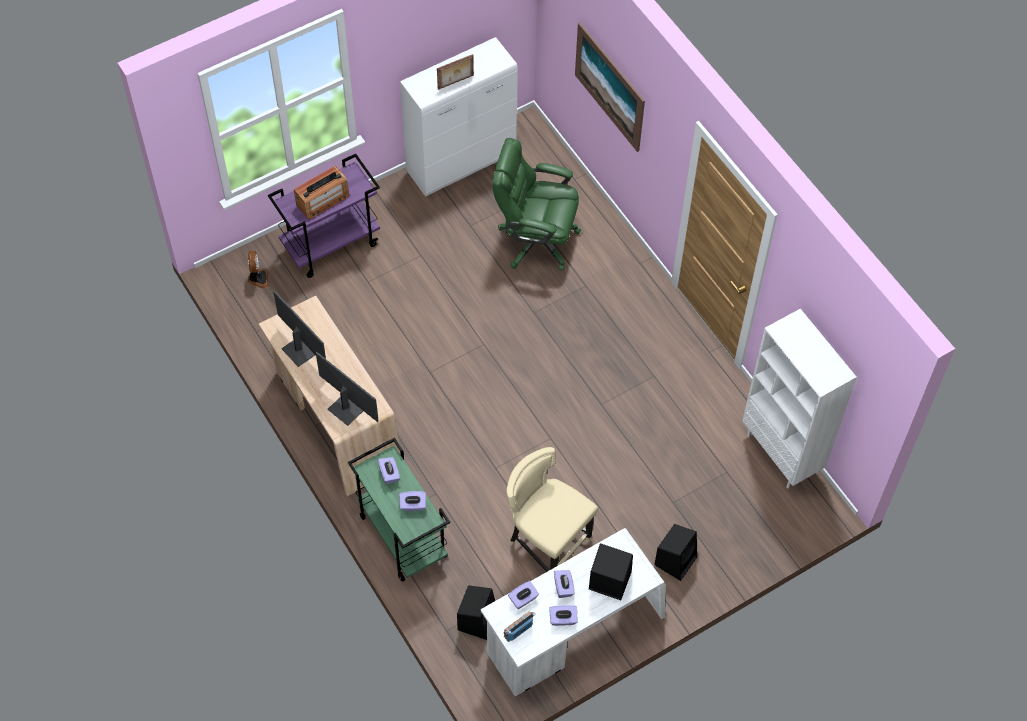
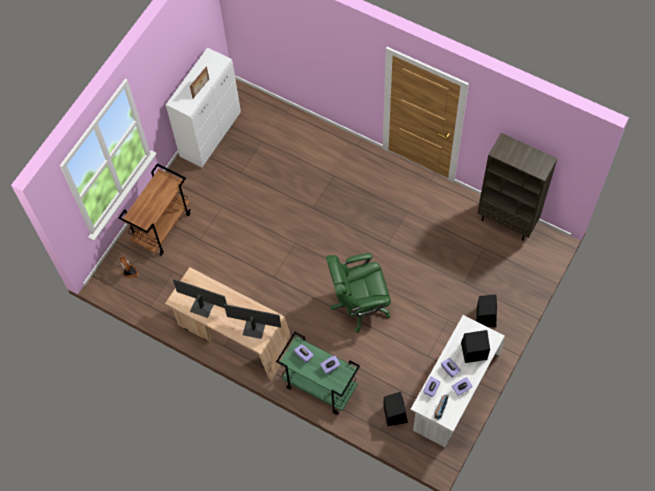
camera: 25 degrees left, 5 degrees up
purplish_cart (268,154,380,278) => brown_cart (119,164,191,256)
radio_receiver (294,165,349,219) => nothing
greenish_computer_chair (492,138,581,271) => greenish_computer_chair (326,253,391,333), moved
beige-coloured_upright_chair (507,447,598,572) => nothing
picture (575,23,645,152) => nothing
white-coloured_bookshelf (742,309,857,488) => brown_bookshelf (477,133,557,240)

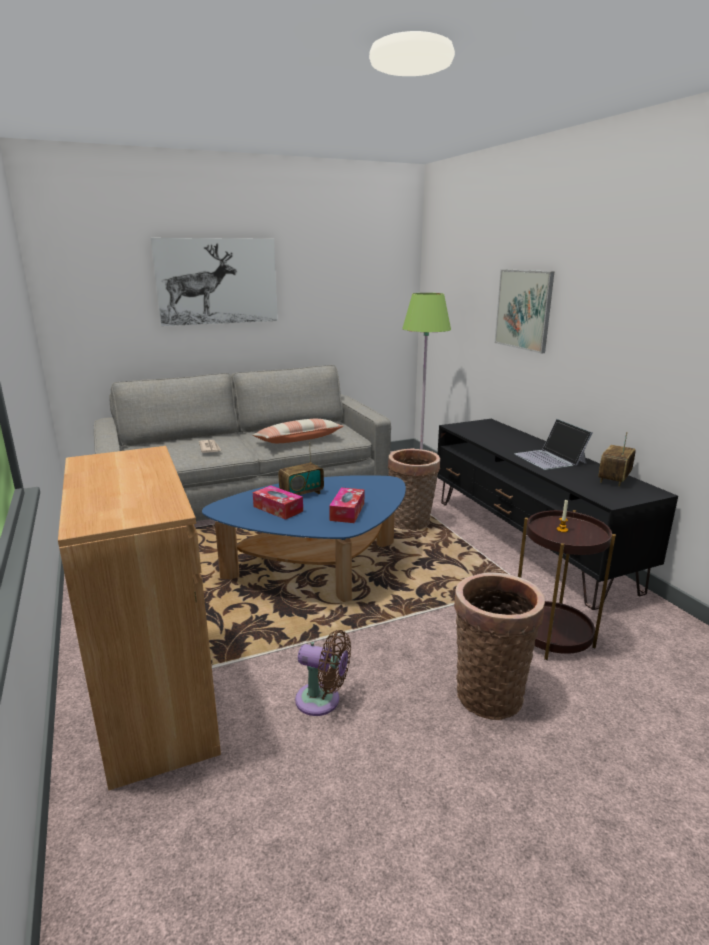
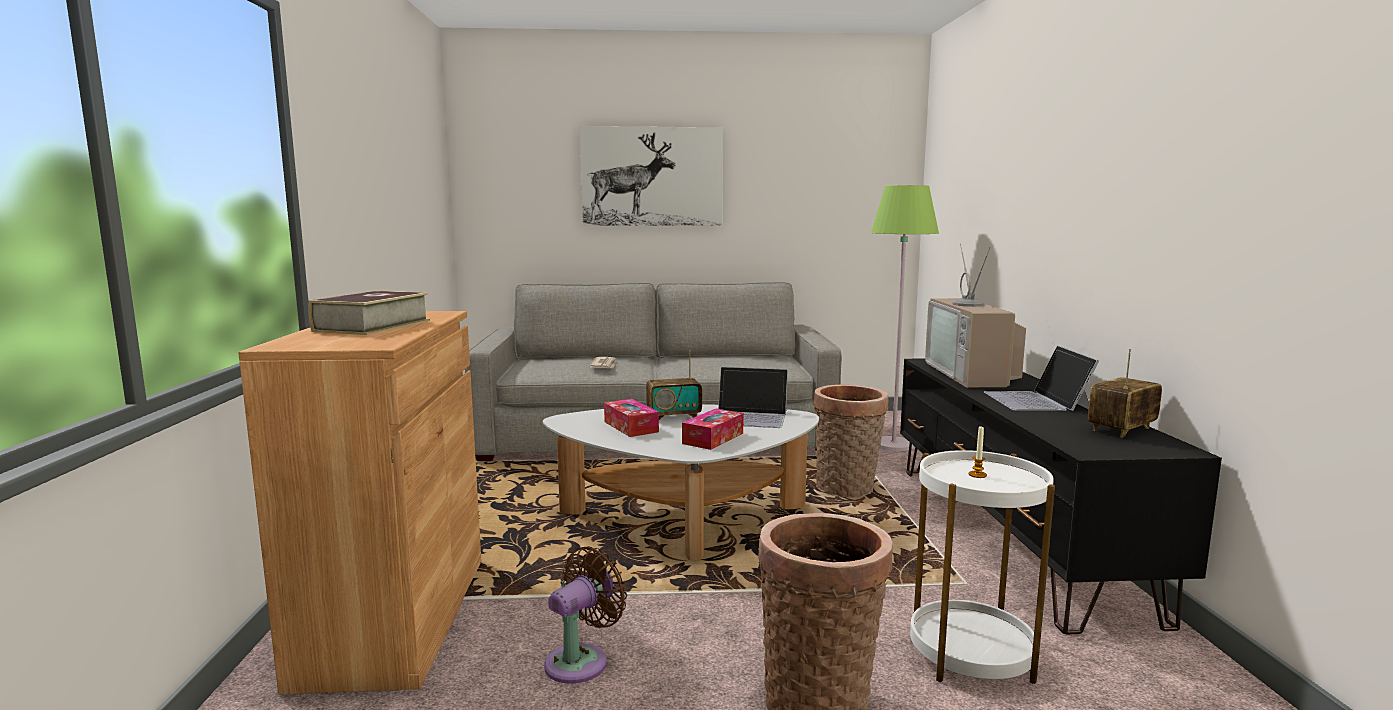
camera: 20 degrees right, 10 degrees down
blue_low_table (202,475,406,602) => white-coloured_low_table (543,404,819,560)
throw_pillow (253,419,344,443) => nothing
brown_fan (295,630,351,716) => brown_fan (544,546,627,684), 90 degrees counterclockwise
picture (495,269,554,354) => nothing
brown_end_table (518,510,616,660) => white-coloured_end_table (910,450,1055,684)
nothing => book (308,291,430,335)
nothing => notebook_computer (718,367,788,428)
nothing => TV_set (925,243,1026,388)

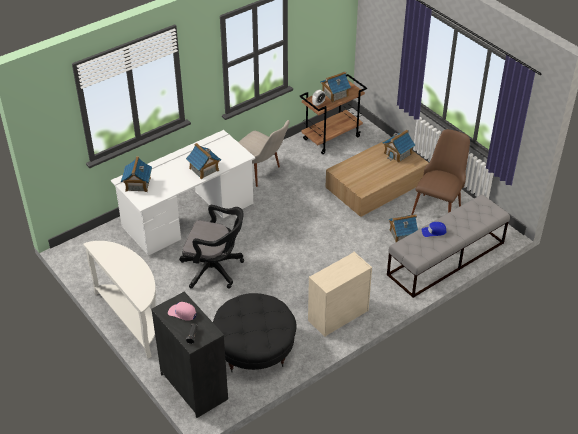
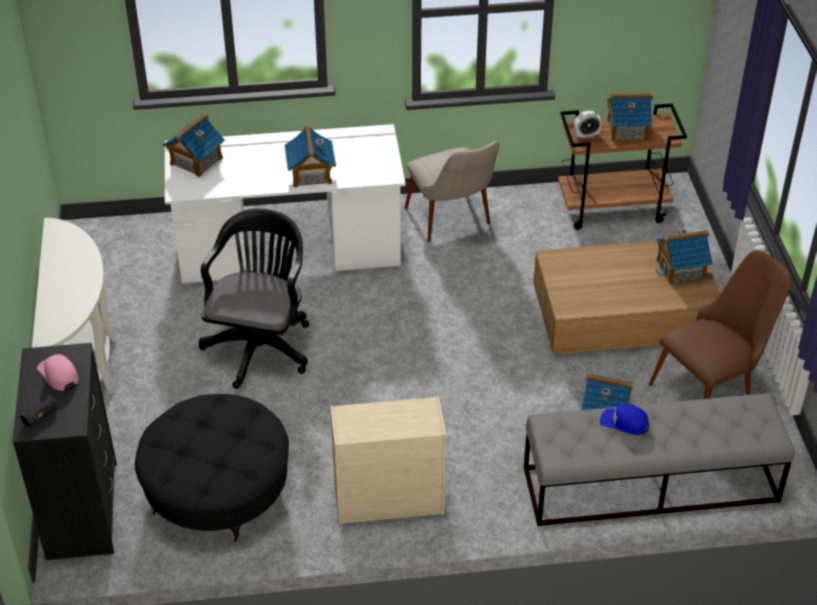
camera: 30 degrees right, 0 degrees up
black_computer_chair (179,205,244,289) => black_computer_chair (199,208,309,389), 120 degrees counterclockwise

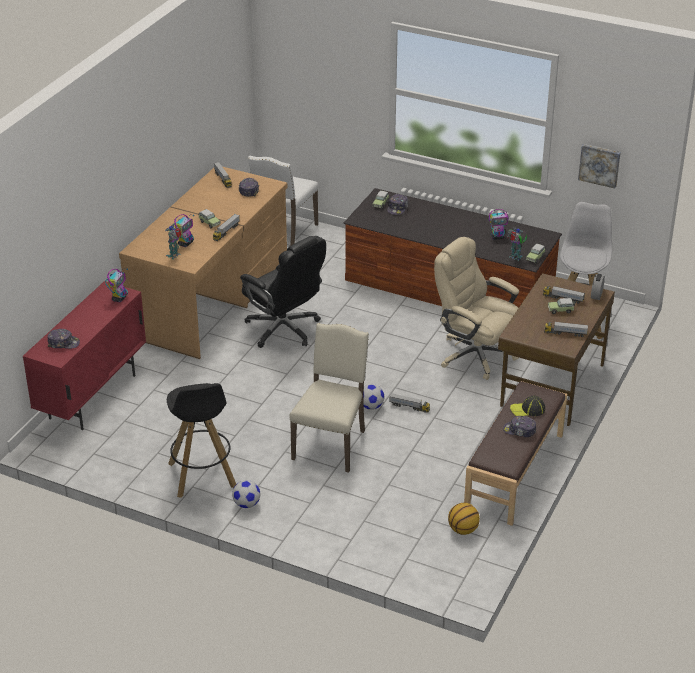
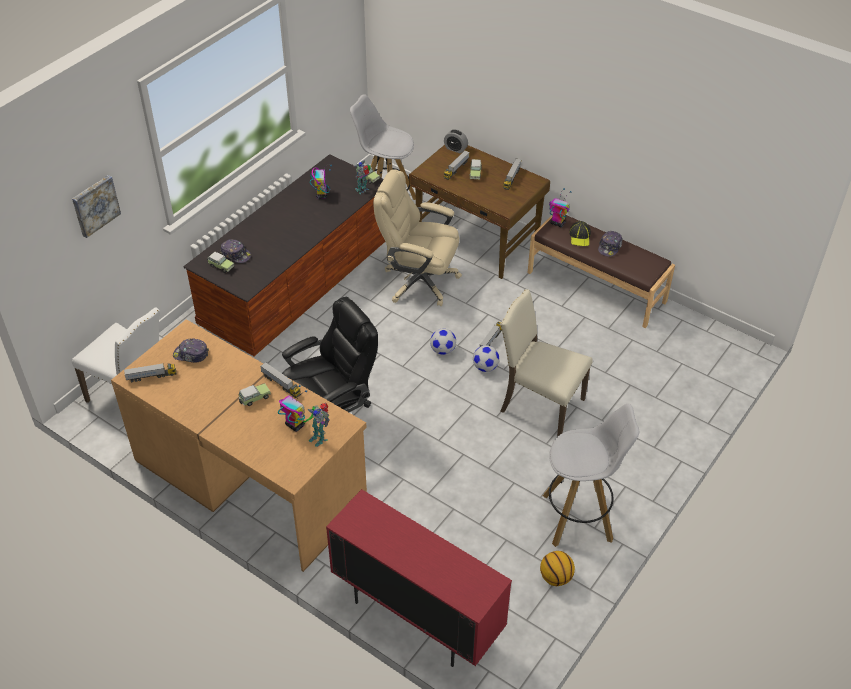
camera: 80 degrees left, 10 degrees up
cap (47,329,80,349) => nothing
robot_figure (105,268,128,302) => robot_figure (549,188,572,227), moved
black_sitting_stool (167,383,236,498) => white-coloured_sitting_stool (543,404,639,547)
football_ball (232,480,261,508) => football_ball (430,329,456,355), moved
beige-coloured_computer_chair (434,237,519,380) => beige-coloured_computer_chair (373,170,462,306), 60 degrees clockwise
basketball (448,503,480,535) => basketball (540,551,575,586), moved
picture (578,144,621,188) => picture (72,175,121,238), moved

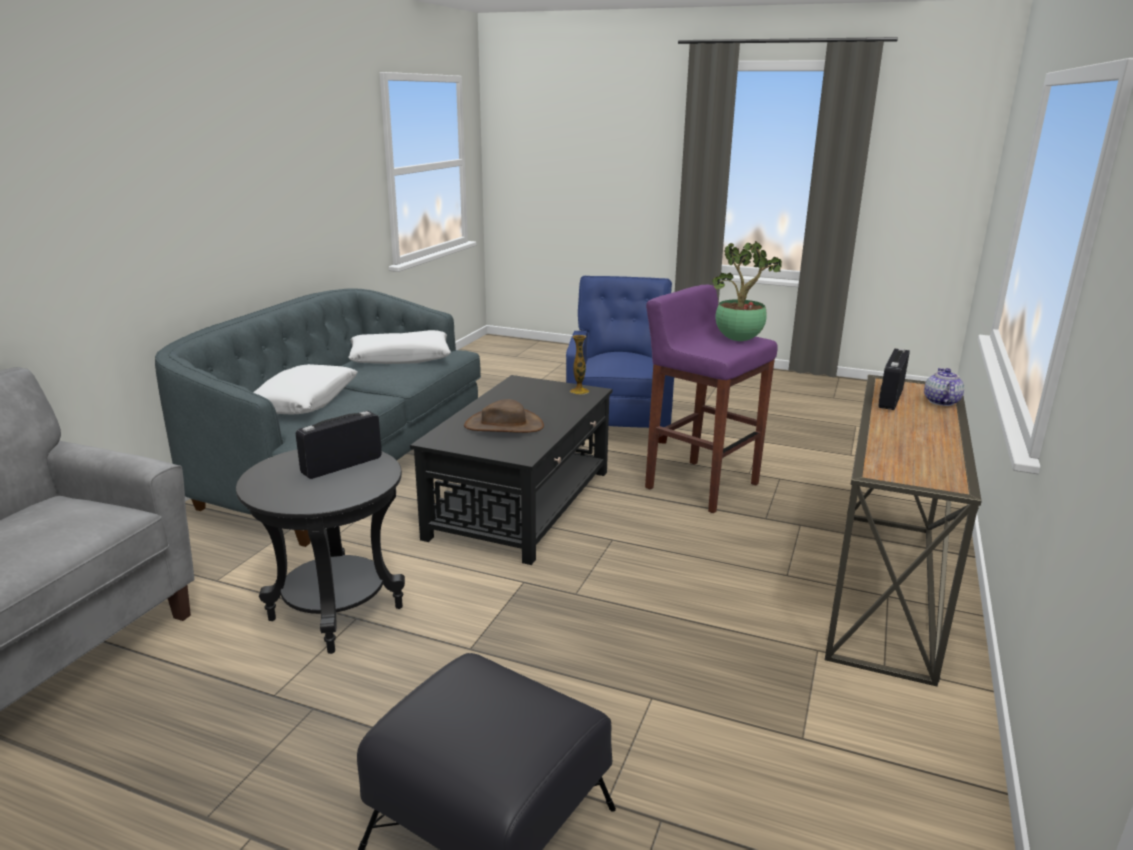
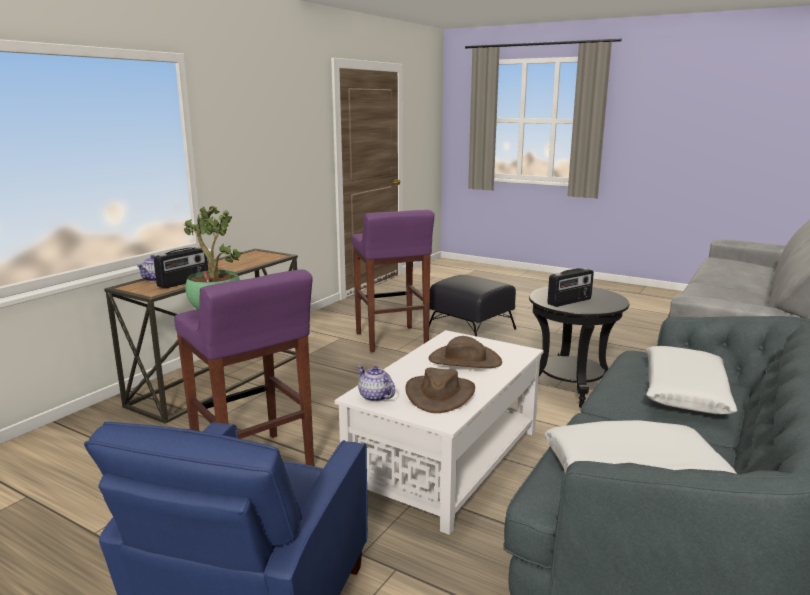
camera: 170 degrees left, 5 degrees down
black_low_table (410,375,612,565) => white-coloured_low_table (335,330,544,535)
flower_vase (570,335,589,394) => pot_for_tea (357,366,395,402)
nothing => purplish_sitting_stool (352,210,435,352)
nothing => brown_wearable_hat (405,368,475,413)

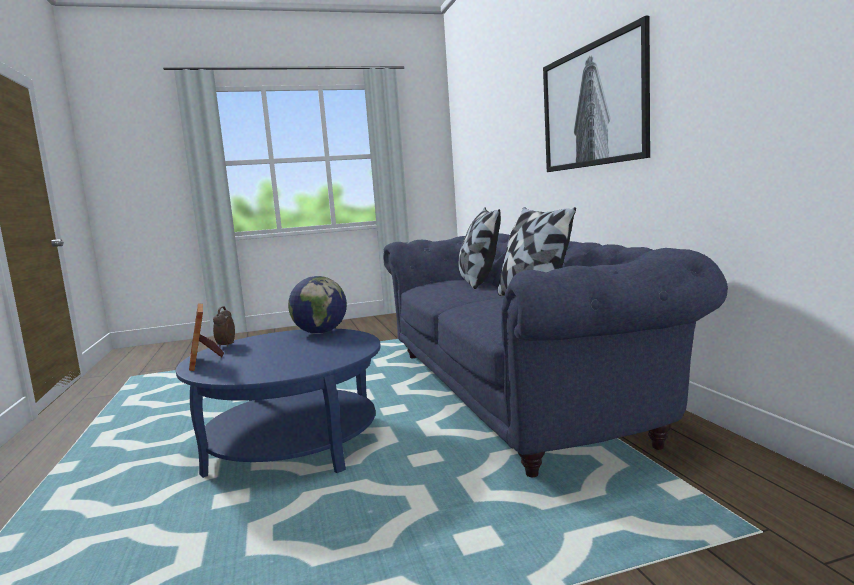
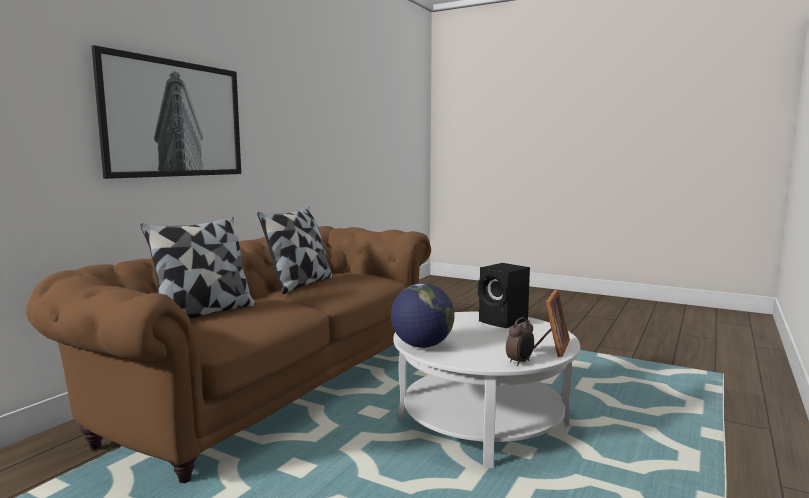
camera: 135 degrees left, 0 degrees up
blue_low_table (176,329,381,478) => white-coloured_low_table (393,312,580,468)
blue_sofa (383,233,728,477) => brown_sofa (26,226,431,483)
nothing => black_audio_speaker (478,263,530,328)

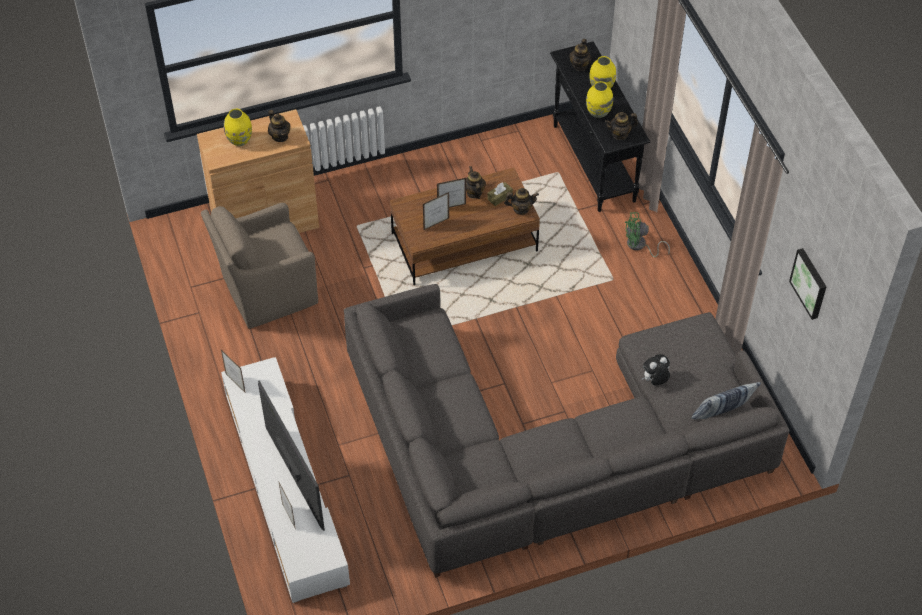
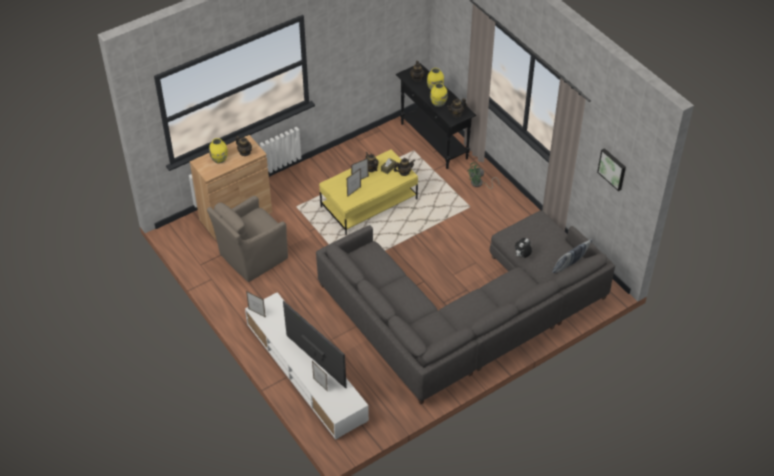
camera: 15 degrees left, 5 degrees down
brown_low_table (390,168,540,285) => yellow_low_table (319,149,418,235)

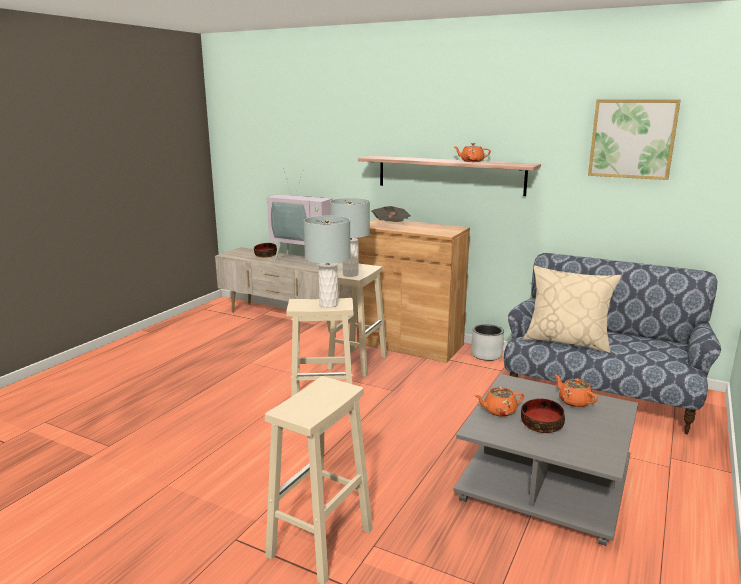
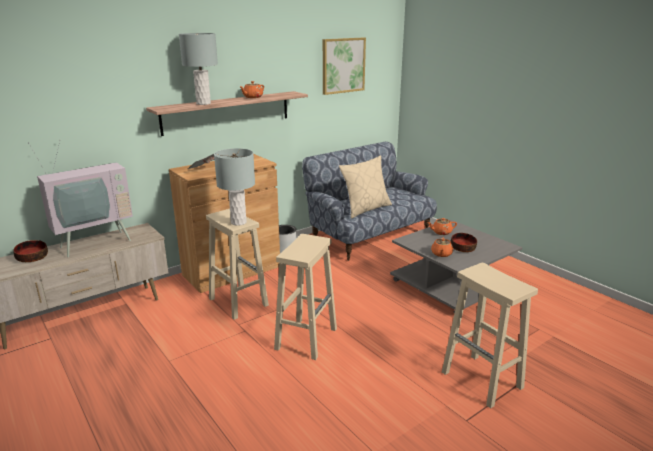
camera: 65 degrees left, 5 degrees up
greyish_lamp_for_a_table (304,216,351,308) => greyish_lamp_for_a_table (179,33,218,105), moved

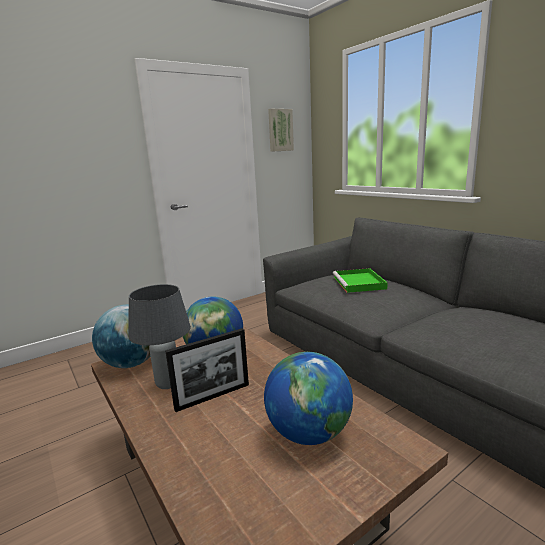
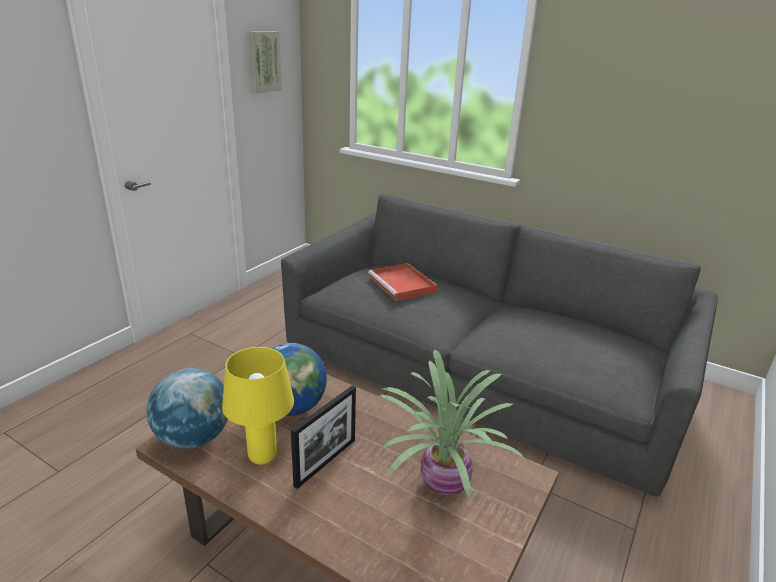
camera: 25 degrees left, 10 degrees up
greyish_lamp_for_a_table (129,284,191,389) => yellow_lamp_for_a_table (222,347,294,465)
desk_globe (264,352,353,445) => potted_plant (378,349,525,498)
greenish_carrying_tray (333,268,388,293) => red_carrying_tray (368,263,437,301)

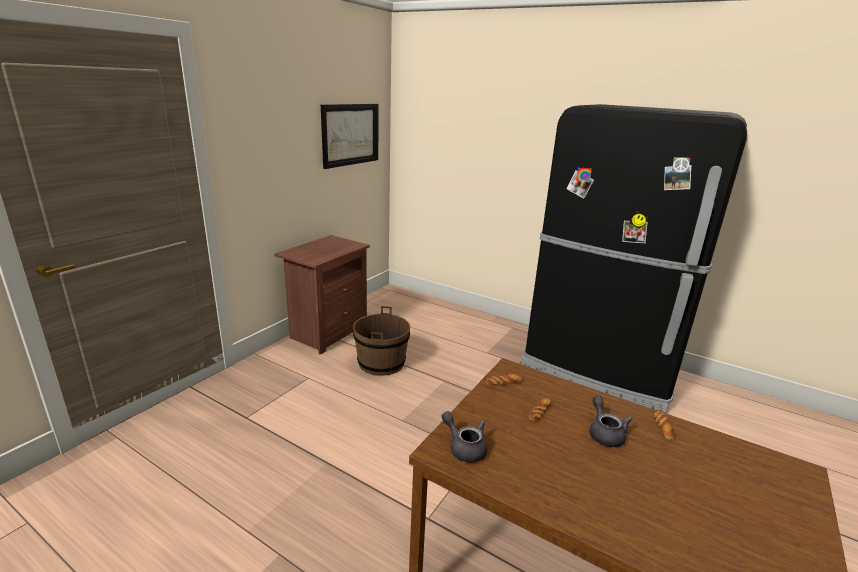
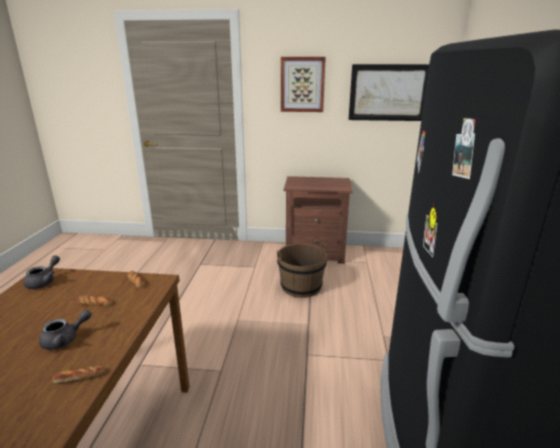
camera: 65 degrees right, 0 degrees up
nothing => picture (281,57,326,112)

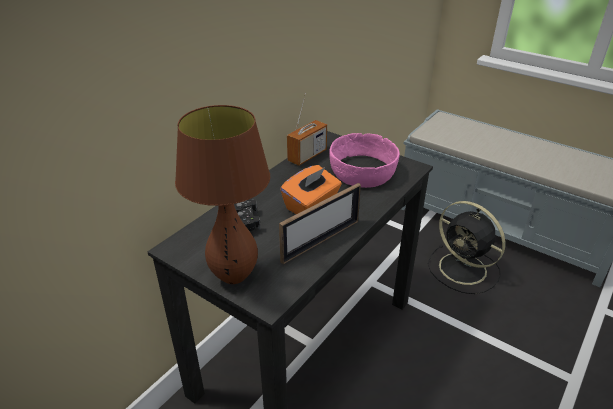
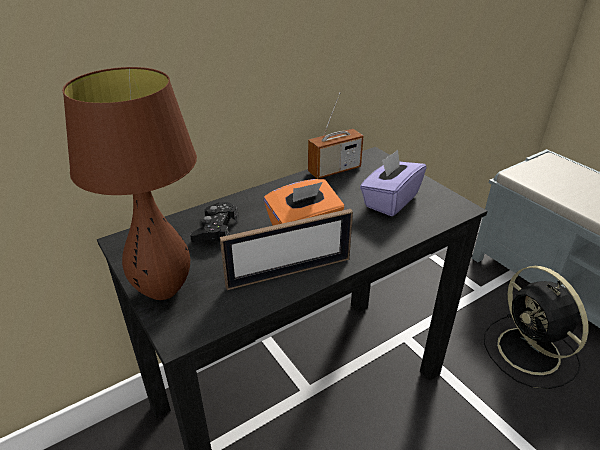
camera: 20 degrees right, 0 degrees up
pink_serving_bowl (329,133,400,188) => purplish_tissue_holder (360,150,427,216)

